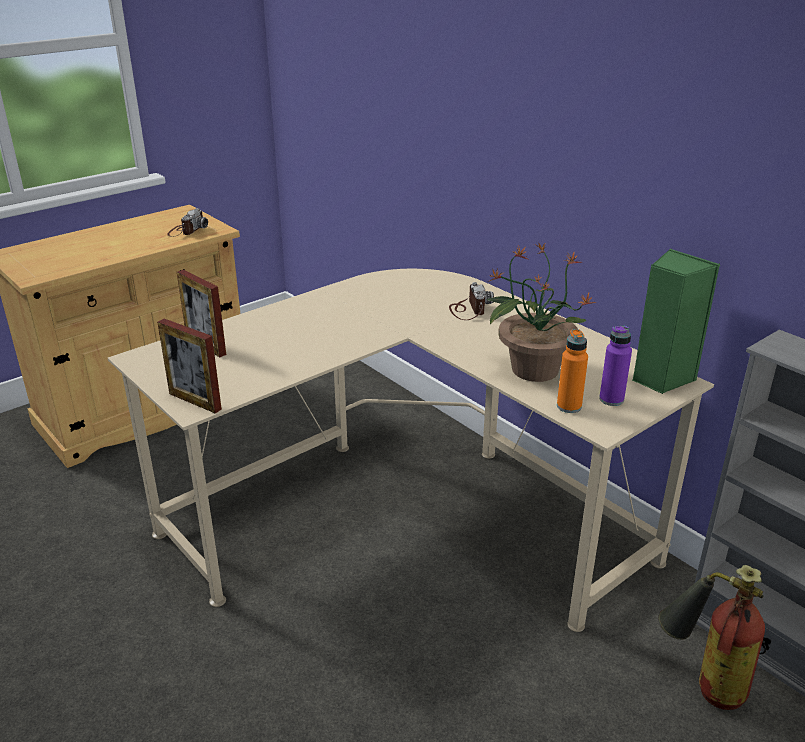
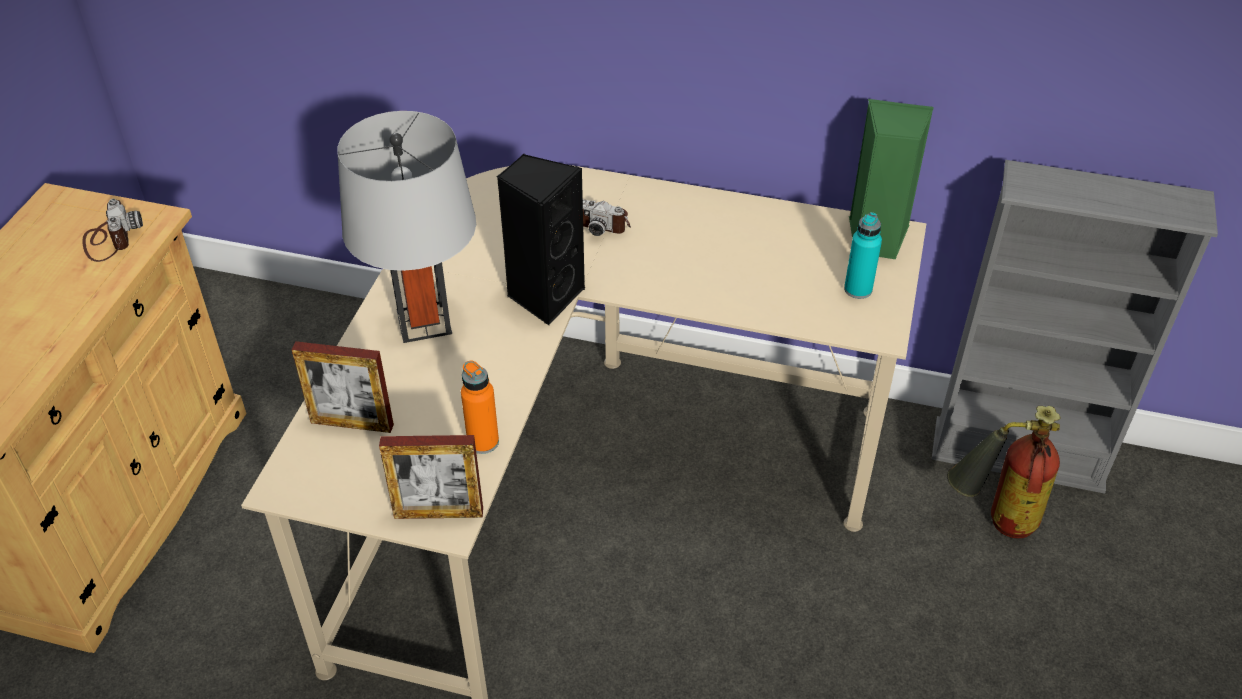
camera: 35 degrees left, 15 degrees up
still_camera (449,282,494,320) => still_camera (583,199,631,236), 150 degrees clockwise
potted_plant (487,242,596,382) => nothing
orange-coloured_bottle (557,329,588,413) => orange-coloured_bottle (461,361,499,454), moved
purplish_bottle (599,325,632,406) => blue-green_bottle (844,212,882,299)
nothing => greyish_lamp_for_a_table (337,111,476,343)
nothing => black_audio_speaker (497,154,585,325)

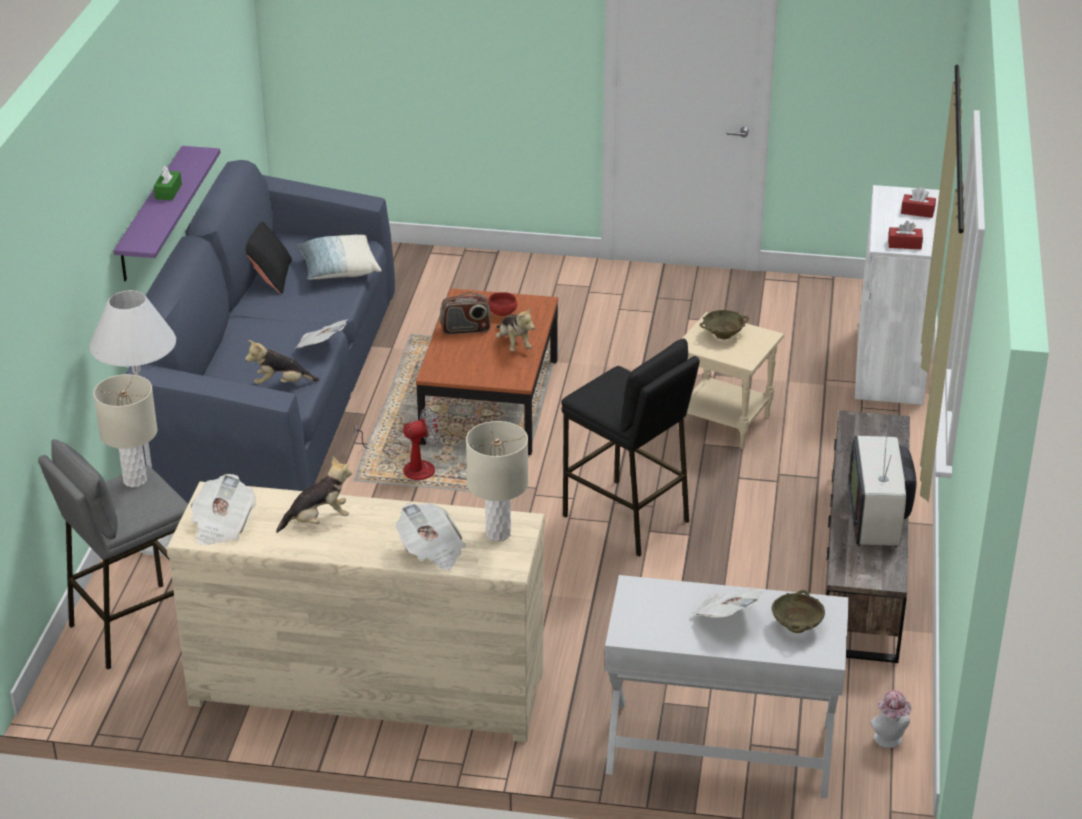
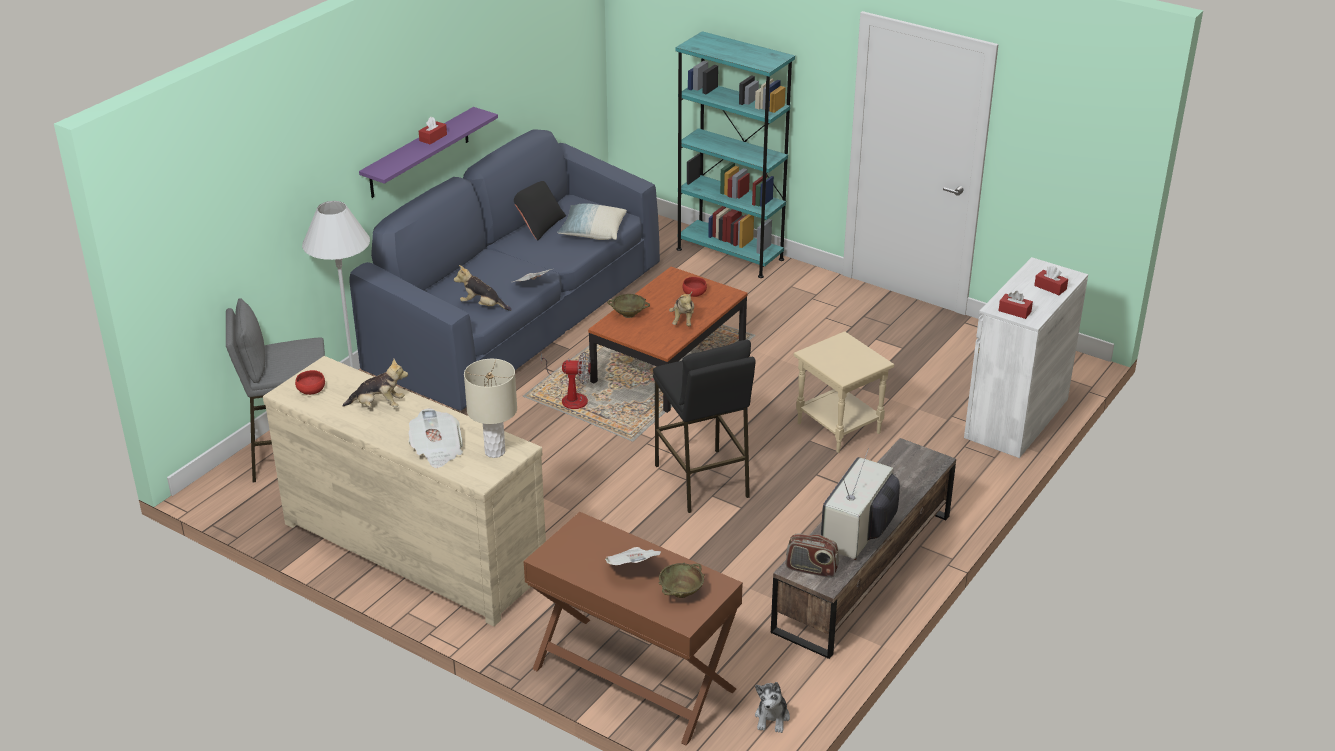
camera: 25 degrees right, 0 degrees up
beige-coloured_lamp_for_a_table (93,374,157,488) => nothing
greenish_tissue_holder (154,166,182,200) => red_tissue_holder (419,117,447,144)
printed_paper (191,474,256,545) => red_serving_bowl (295,370,325,395)
radio_receiver (440,292,491,335) => radio_receiver (786,533,839,578), moved
white-coloured_narrow_table (604,575,849,798) => brown_narrow_table (523,512,743,745)
beige-coloured_serving_bowl (700,310,749,340) => beige-coloured_serving_bowl (607,294,650,318), moved
wearable_hat (870,690,911,748) => cuddly_toy (755,682,790,733)
nothing => blue-green_bookshelf (675,31,795,278)

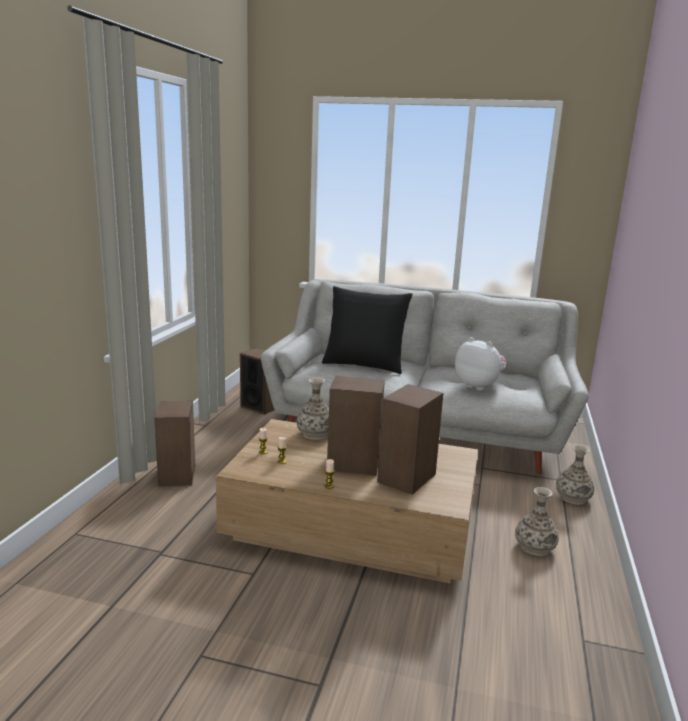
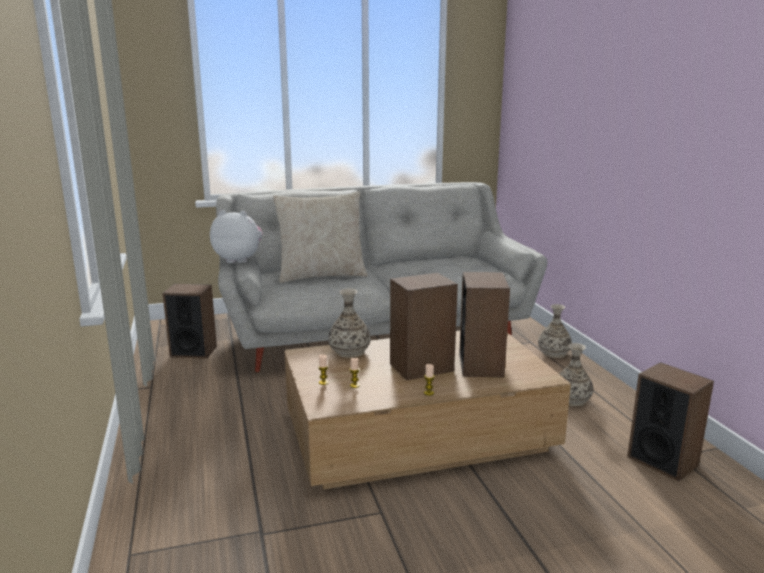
camera: 30 degrees left, 0 degrees up
audio_speaker (154,401,195,486) => audio_speaker (627,362,714,481), moved
black_throw_pillow (322,286,412,374) => beige-coloured_throw_pillow (273,191,368,283)
cuddly_toy (455,337,507,391) => cuddly_toy (210,210,263,263), moved

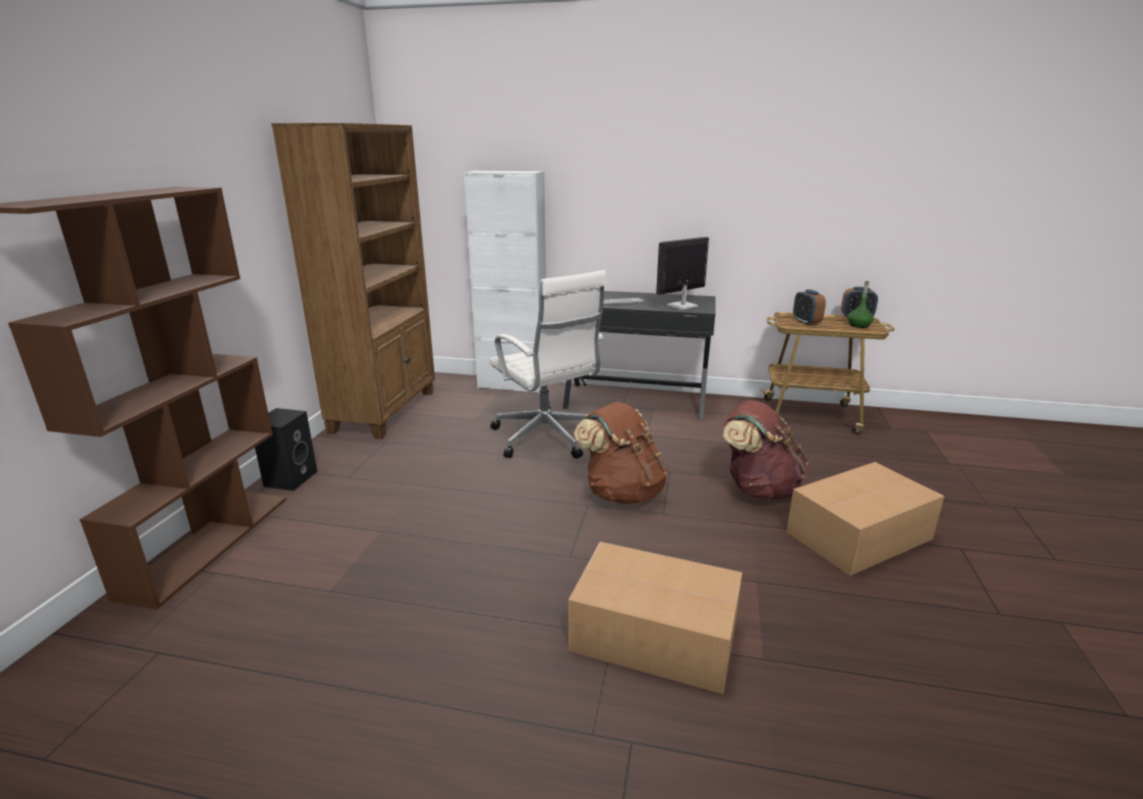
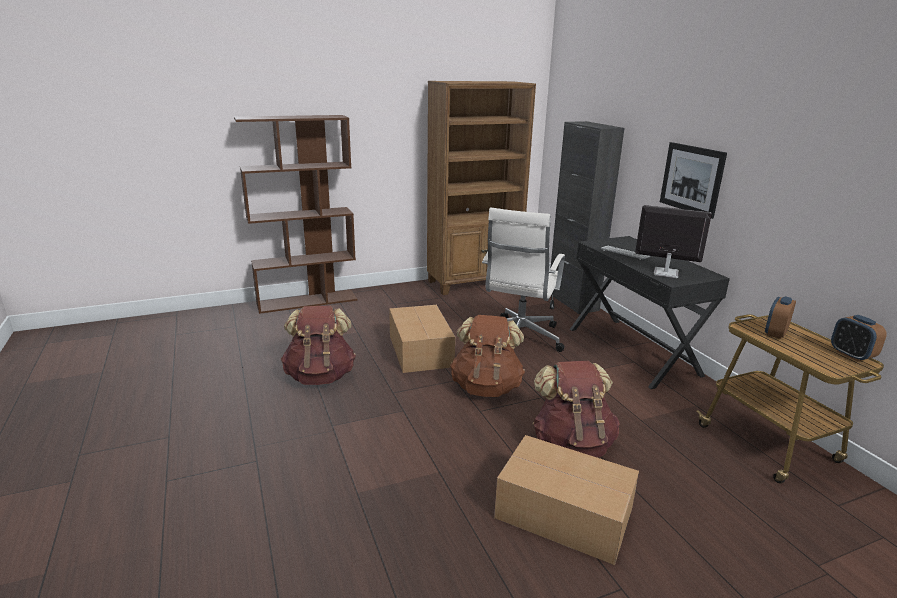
camera: 55 degrees right, 0 degrees up
black_audio_speaker (255,408,317,491) => nothing
white-coloured_storage_cabinet (464,171,546,393) => black_storage_cabinet (550,121,624,314)
packing_box (568,542,742,694) => packing_box (389,305,455,373), moved
greenish_bottle (848,281,873,328) => nothing
nothing => brown_backpack (281,306,356,385)
nothing => picture (660,142,727,219)

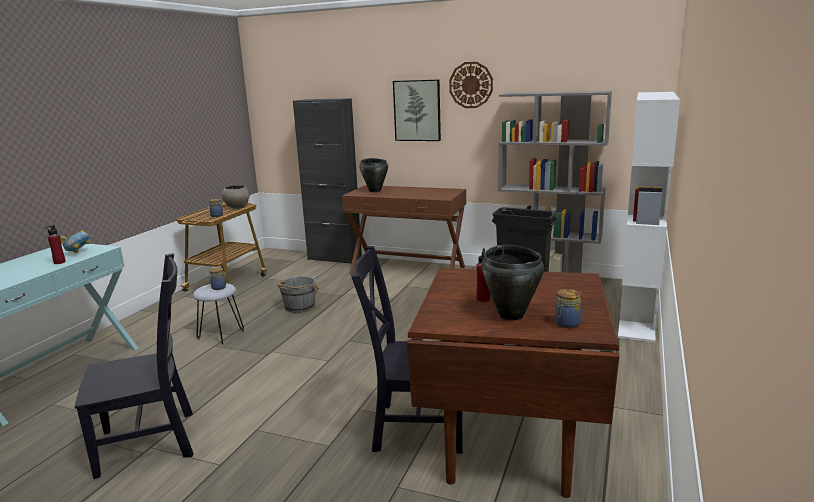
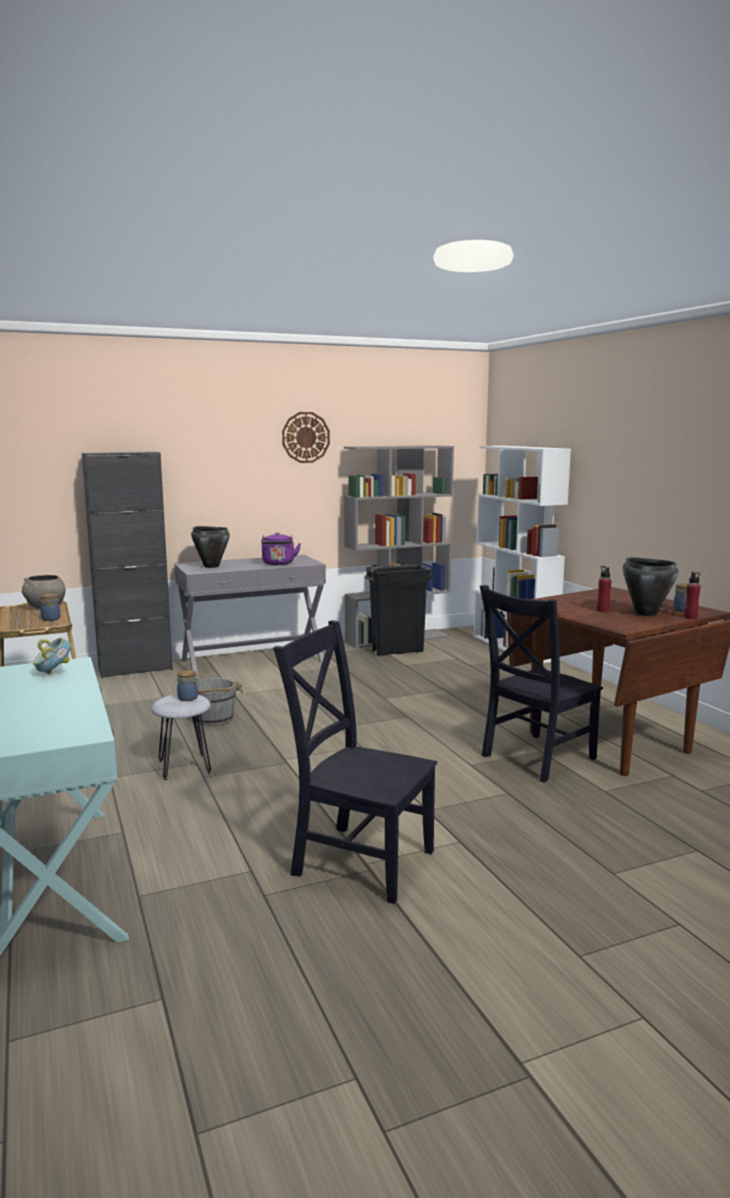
camera: 45 degrees left, 5 degrees down
red_bottle (46,225,66,264) => red_bottle (684,571,700,619), moved
black_upright_chair (75,253,194,479) => black_upright_chair (273,620,437,904), 90 degrees counterclockwise
brown_narrow_table (342,185,466,275) => greyish_narrow_table (174,555,326,678)
picture (393,80,441,141) => nothing
nothing => purplish_tea_kettle (261,532,301,565)

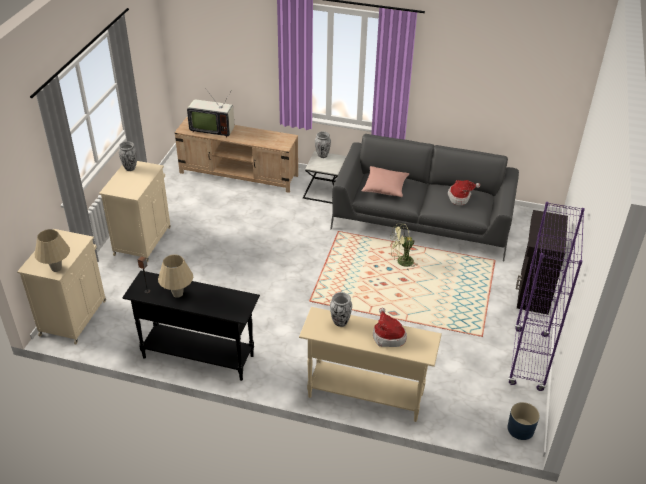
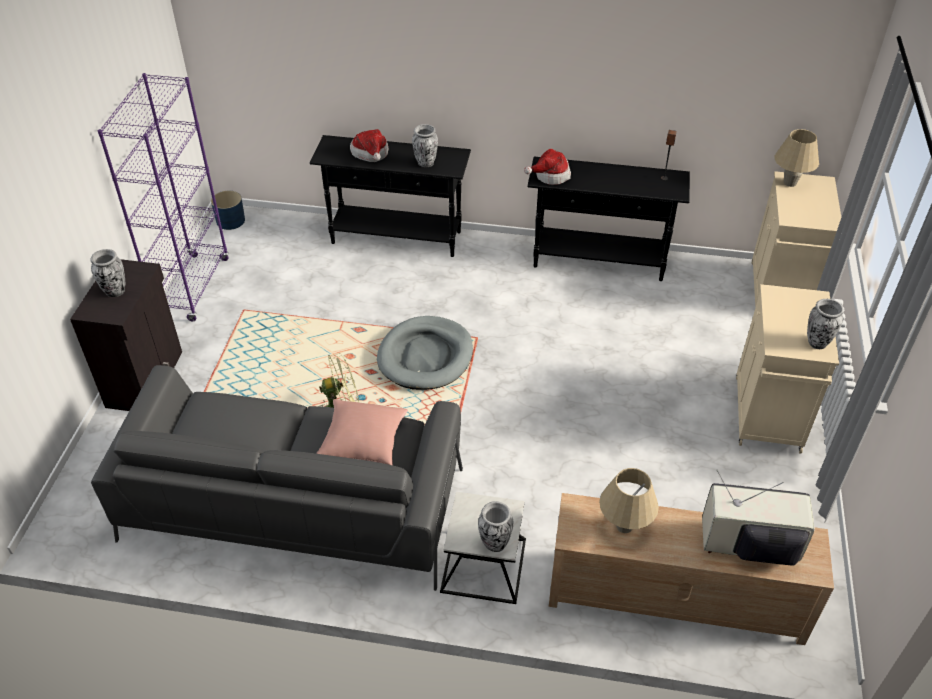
camera: 175 degrees right, 5 degrees up
beige-coloured_lamp_for_a_table (158,255,193,298) => beige-coloured_lamp_for_a_table (599,468,659,533), moved
beige-coloured_narrow_table (299,307,442,422) => black_narrow_table (310,135,471,257)
wearable_hat (448,180,480,205) => wearable_hat (524,148,571,185), moved
nothing => flower_vase (91,249,125,297)
nothing => greyish_dog_bed (377,316,473,390)

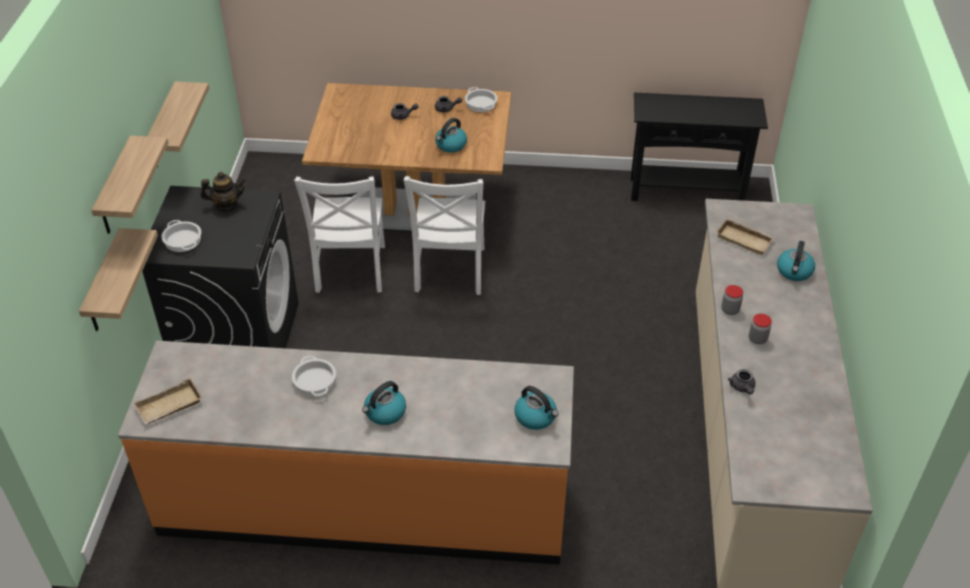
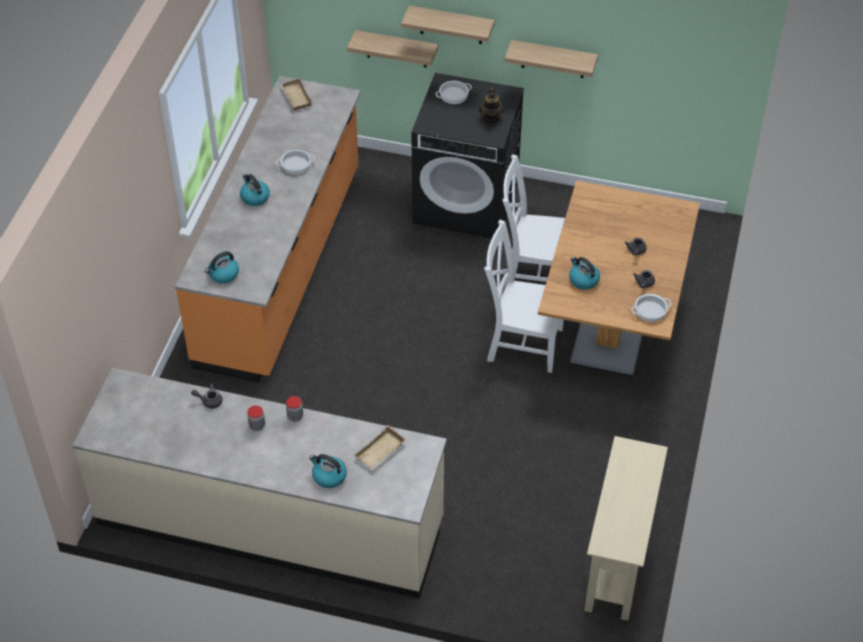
camera: 100 degrees right, 5 degrees up
black_narrow_table (631,92,768,201) => beige-coloured_narrow_table (584,436,668,621)

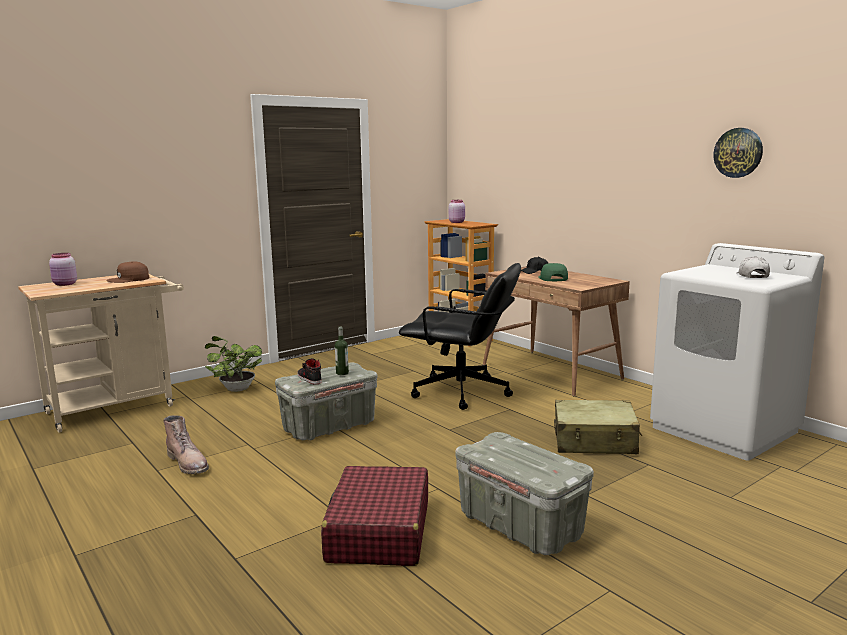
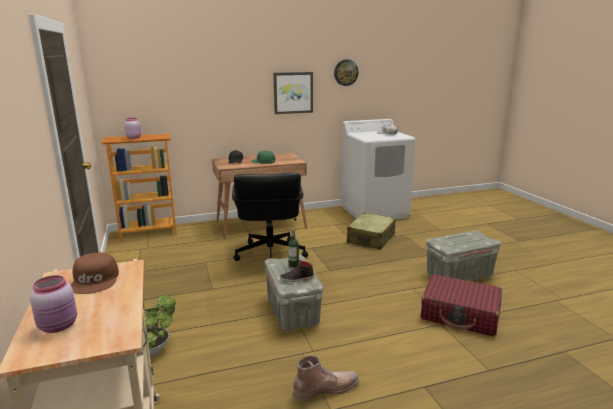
camera: 70 degrees left, 5 degrees up
black_computer_chair (399,263,521,410) => black_computer_chair (232,172,308,261), 135 degrees clockwise
nothing => picture (273,72,313,114)

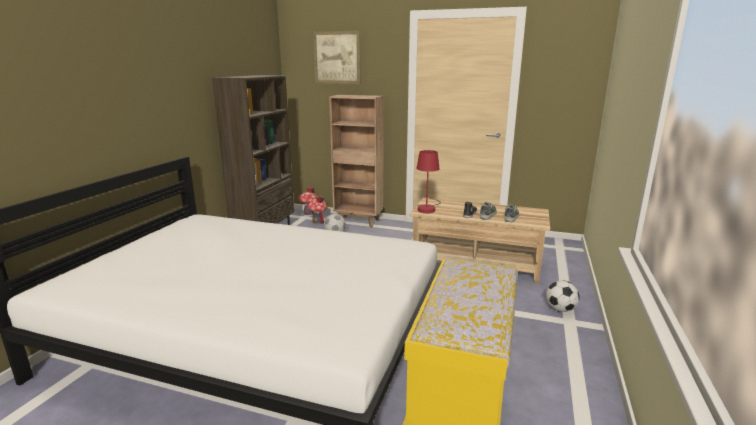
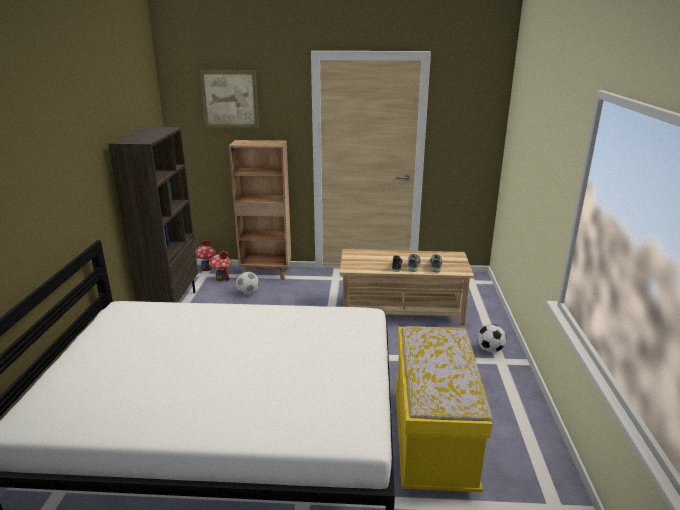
camera: 15 degrees left, 5 degrees up
red_lamp_for_a_table (416,150,441,213) => nothing

